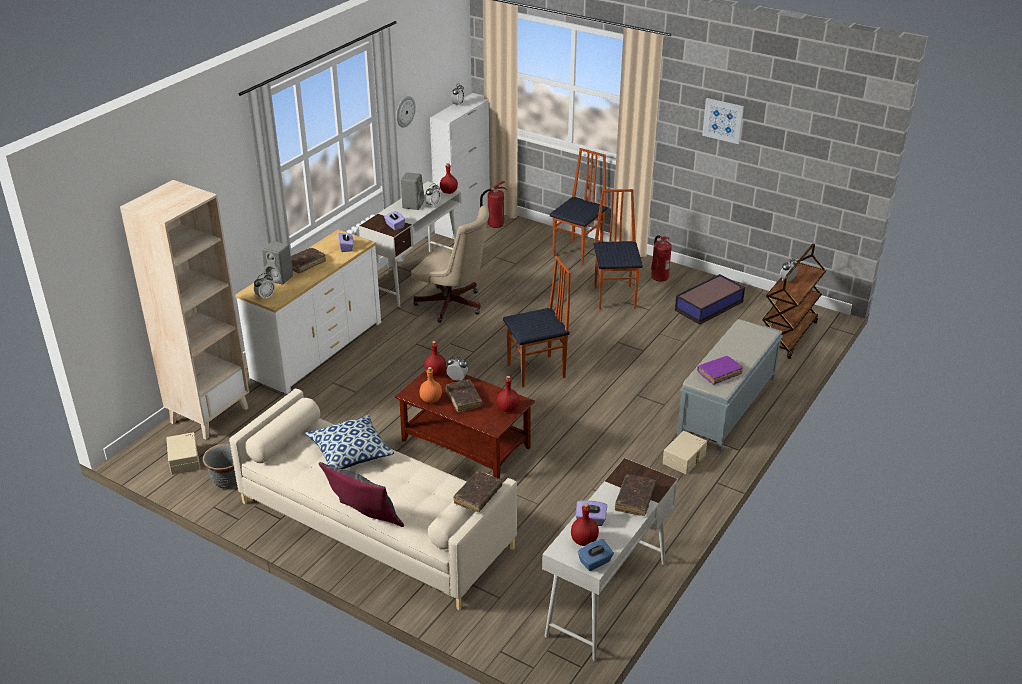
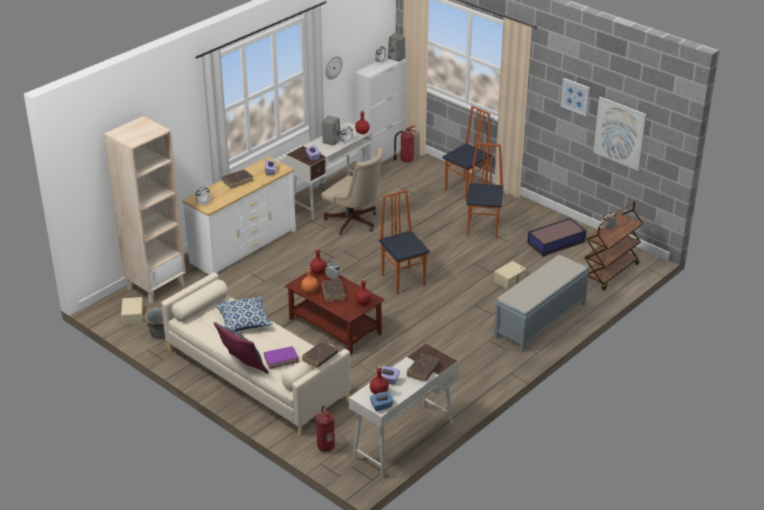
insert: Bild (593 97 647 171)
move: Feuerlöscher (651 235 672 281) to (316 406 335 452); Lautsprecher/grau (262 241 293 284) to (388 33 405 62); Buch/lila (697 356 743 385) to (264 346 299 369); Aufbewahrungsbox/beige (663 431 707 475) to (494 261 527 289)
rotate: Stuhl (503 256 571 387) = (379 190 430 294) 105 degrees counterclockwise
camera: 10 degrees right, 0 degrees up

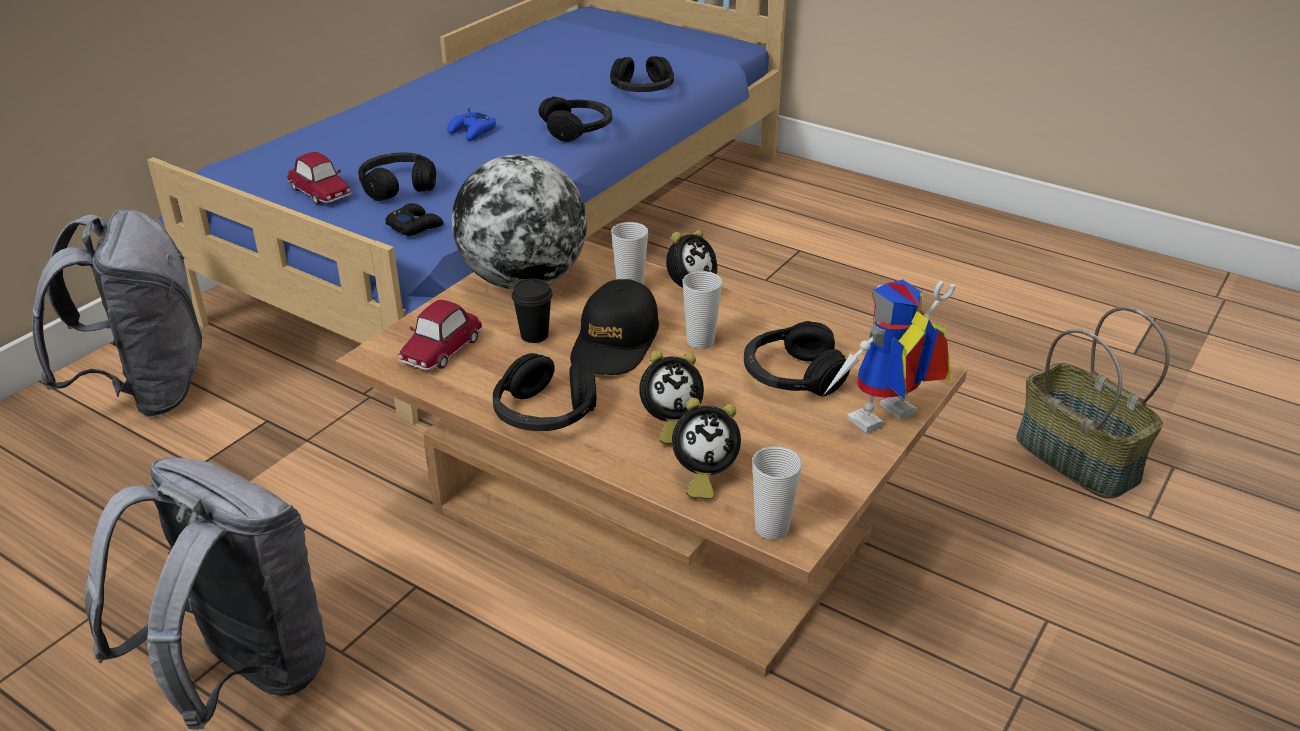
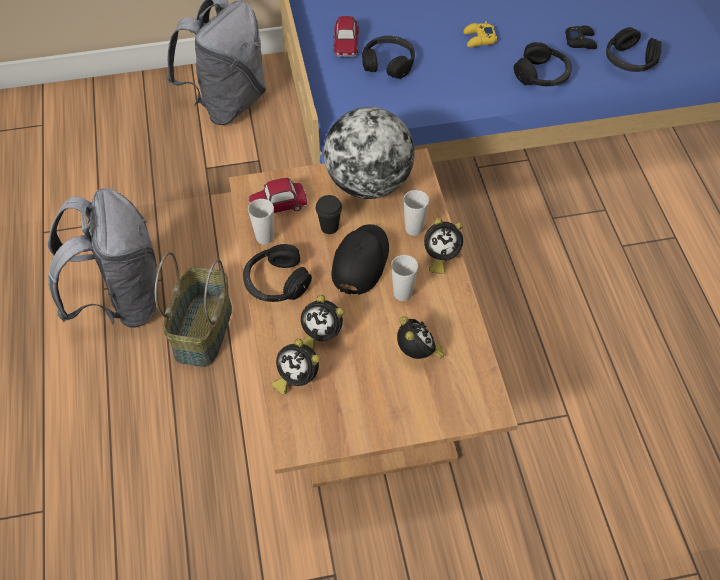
delete: Spielzeugroboter (824 279 956 434)
move: Gamepad/schwarz (385 203 444 236) to (565 25 597 49); Korb (1016 307 1170 498) to (155 252 232 367); Tasse (753 446 802 540) to (248 199 274 245)
replace: Kopfhörer/schwarz (744 321 850 396) to Wecker (397 316 444 359)
recolor: Gamepad/blau (447 108 496 141) to Gamepad/gelb (463 21 497 47)
rotate: Kappe/schwarz (570 279 659 375) = (331 224 389 295) 135 degrees clockwise
camera: 45 degrees right, 20 degrees up

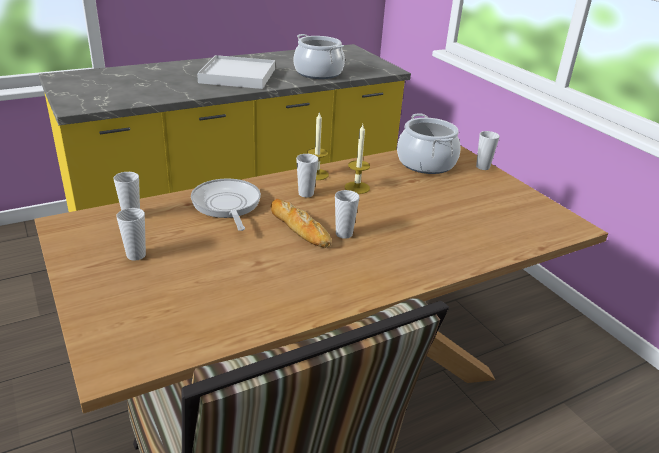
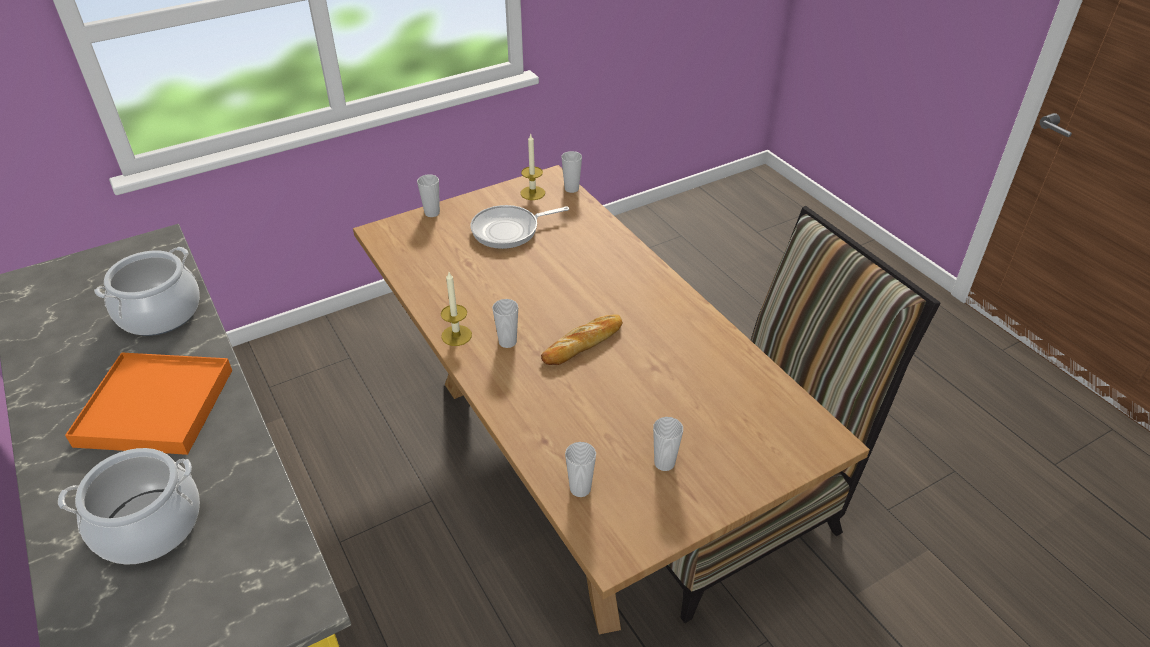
move: Kochtopf (397 114 460 174) to (58 448 200 565); Kerze (345 124 370 194) to (520 134 545 200); Pfanne (191 179 261 231) to (471 205 569 249); Tasse (335 190 359 239) to (561 151 582 193)
recolor: Tablett/weiß (197 55 275 89) to Tablett/orange (65 353 232 455)
camera: 90 degrees left, 10 degrees up

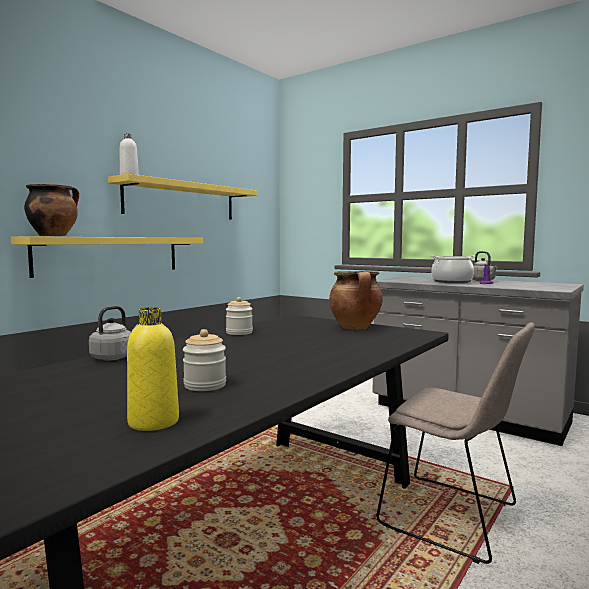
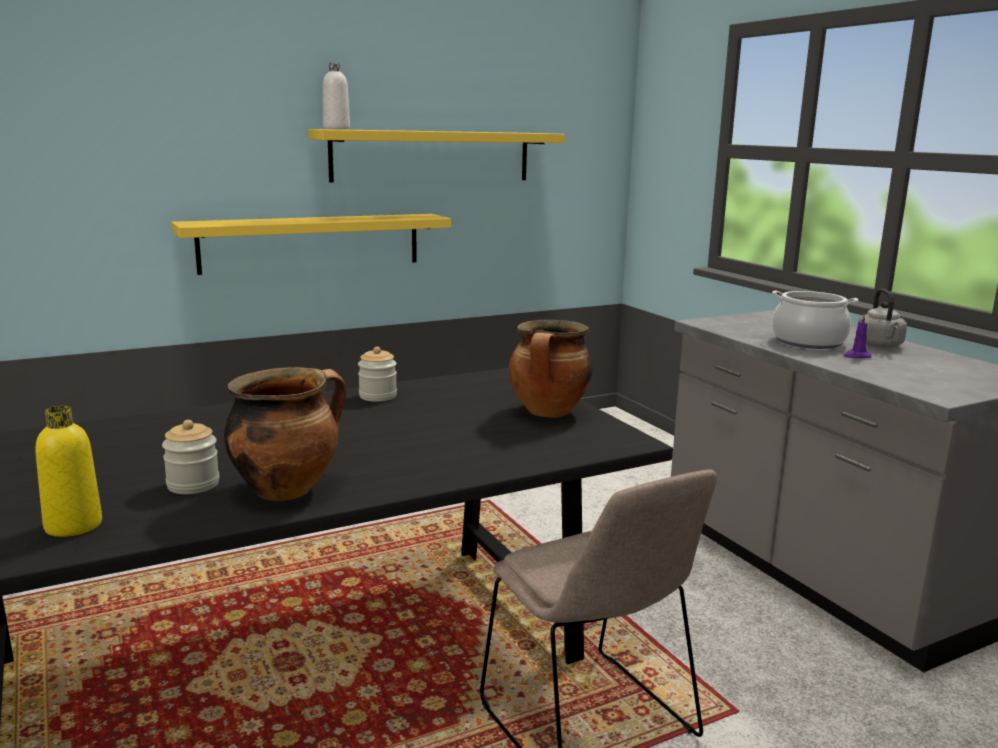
delete: Wasserkessel/grau (89 306 139 360)
move: Kochtopf (24 184 79 236) to (224 367 347 501)
camera: 25 degrees right, 10 degrees up

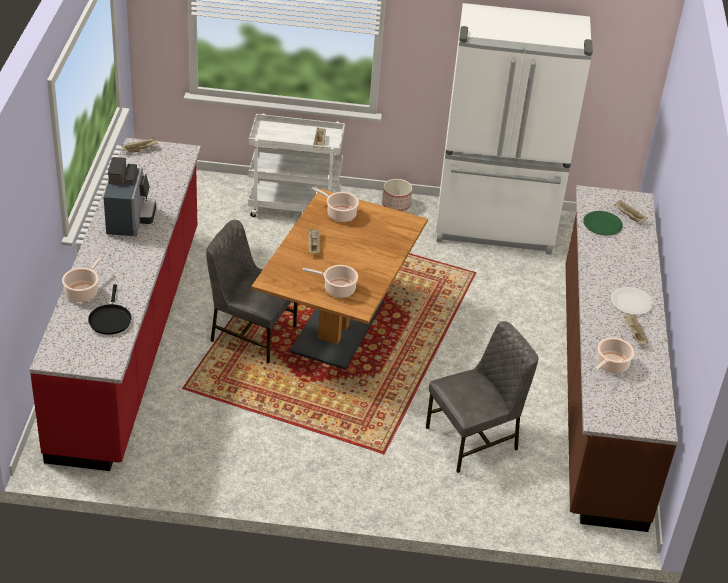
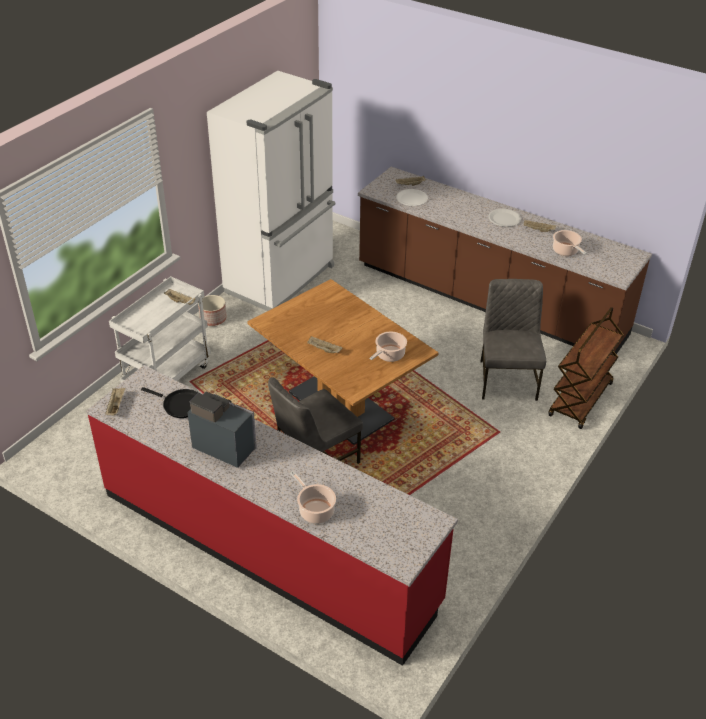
delete: Kochtopf (311 187 359 222)
insert: Rollwagen/braun (548 307 624 429)
move: Pfanne/schwarz (88 284 131 335) to (141 387 199 418)
recolor: Teller/grün (583 211 623 236) to Teller/weiß (396 189 428 206)
camera: 60 degrees left, 0 degrees up

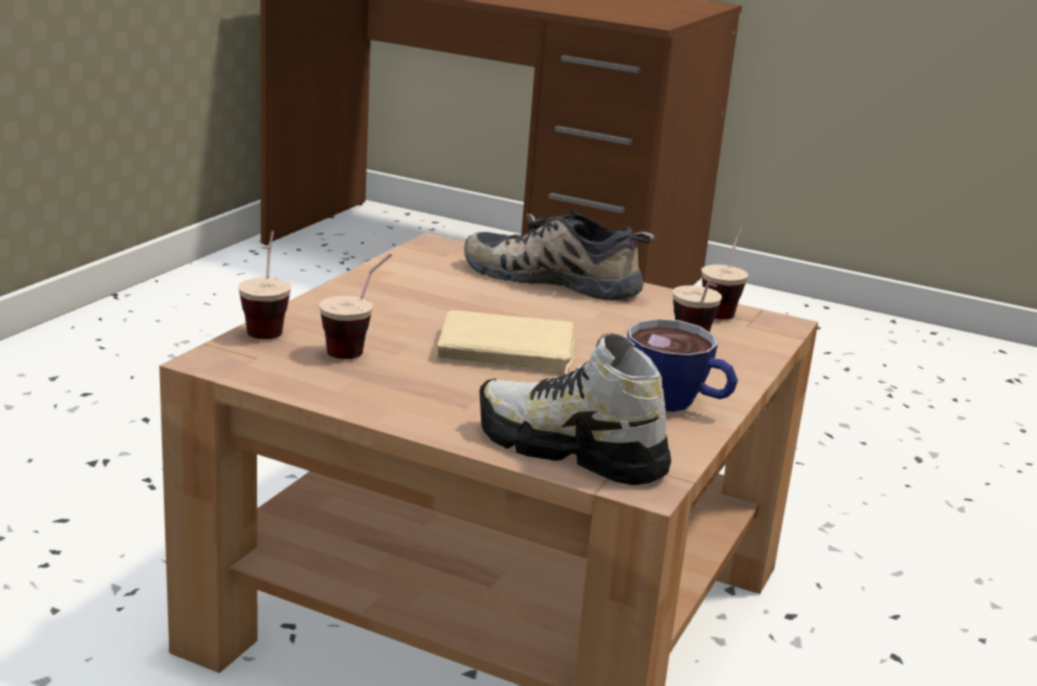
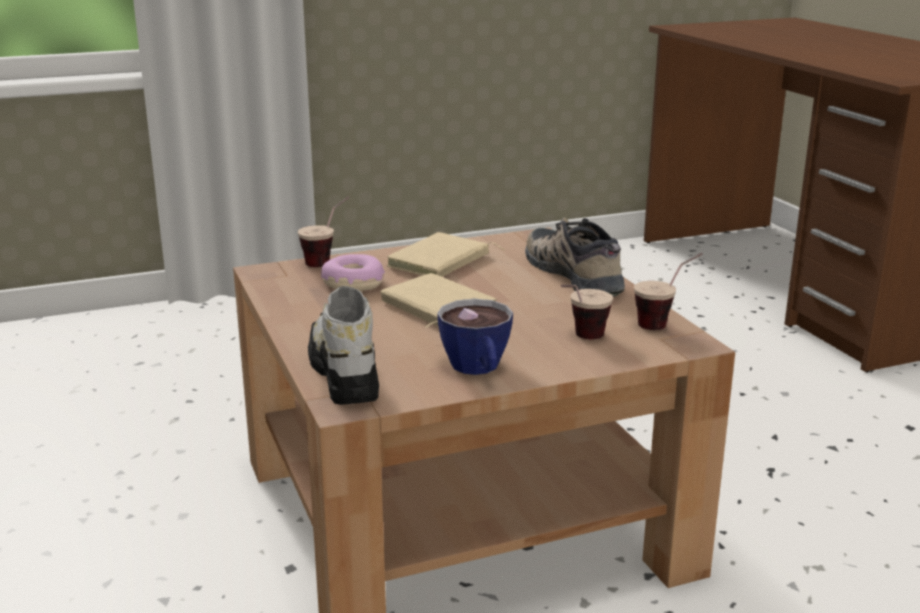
insert: Buch/beige (387 232 505 277)
replace: Tasse (319 254 392 359) to Donut (321 254 385 291)
camera: 45 degrees right, 0 degrees up

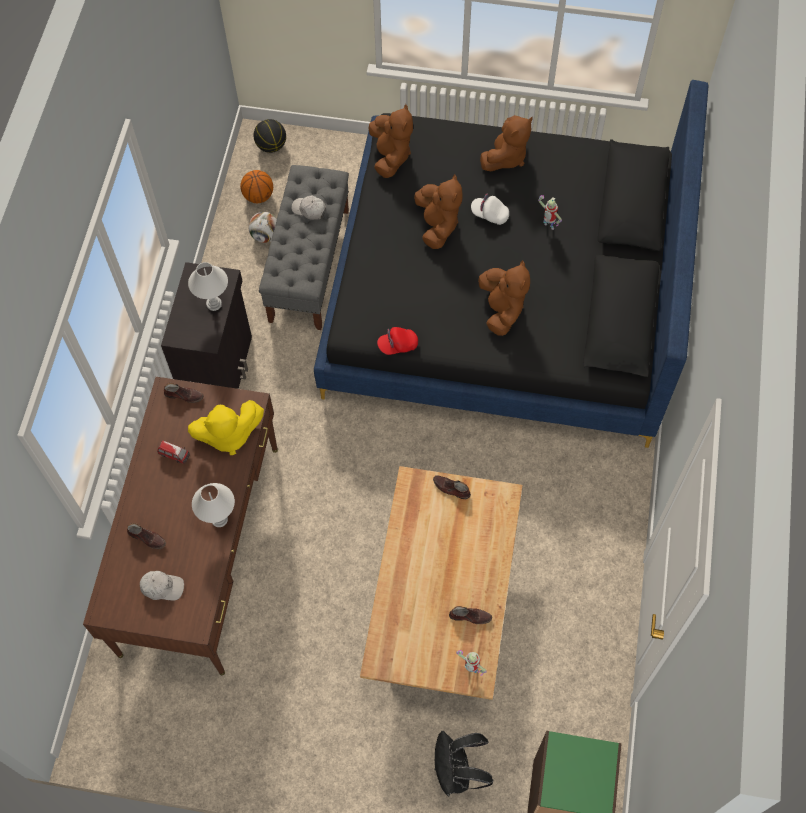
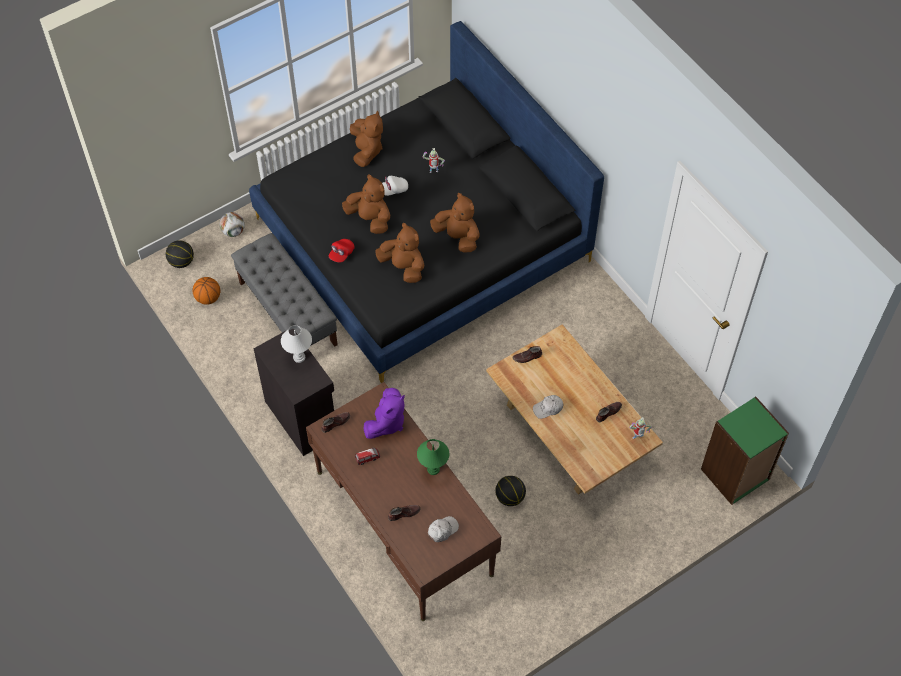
delete: Rucksack/schwarz (434 731 493 797)
insert: Basketball (495 476 526 506)
move: Plüschtier/braun (369 104 413 178) to (375 223 424 283); Kappe/weiß (291 195 326 220) to (533 395 563 419); Fußball (248 212 277 243) to (219 212 245 237); Kappe/rot (377 327 418 355) to (329 239 354 262)
recolor: Plüschtier/gelb (188 400 264 455) to Plüschtier/lila (364 388 405 439); Tischlampe/weiß (192 483 235 527) to Tischlampe/grün (417 439 449 475)
camera: 45 degrees left, 5 degrees down

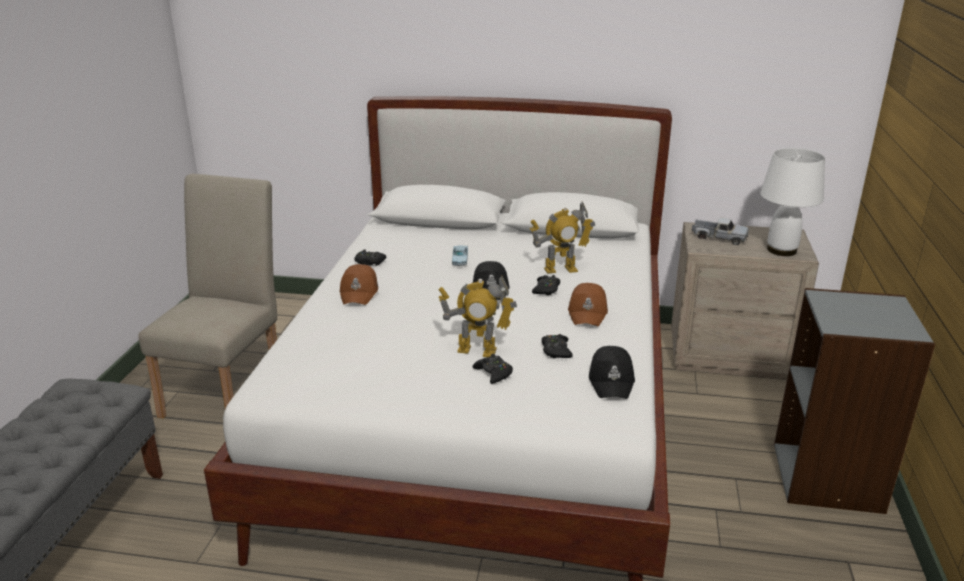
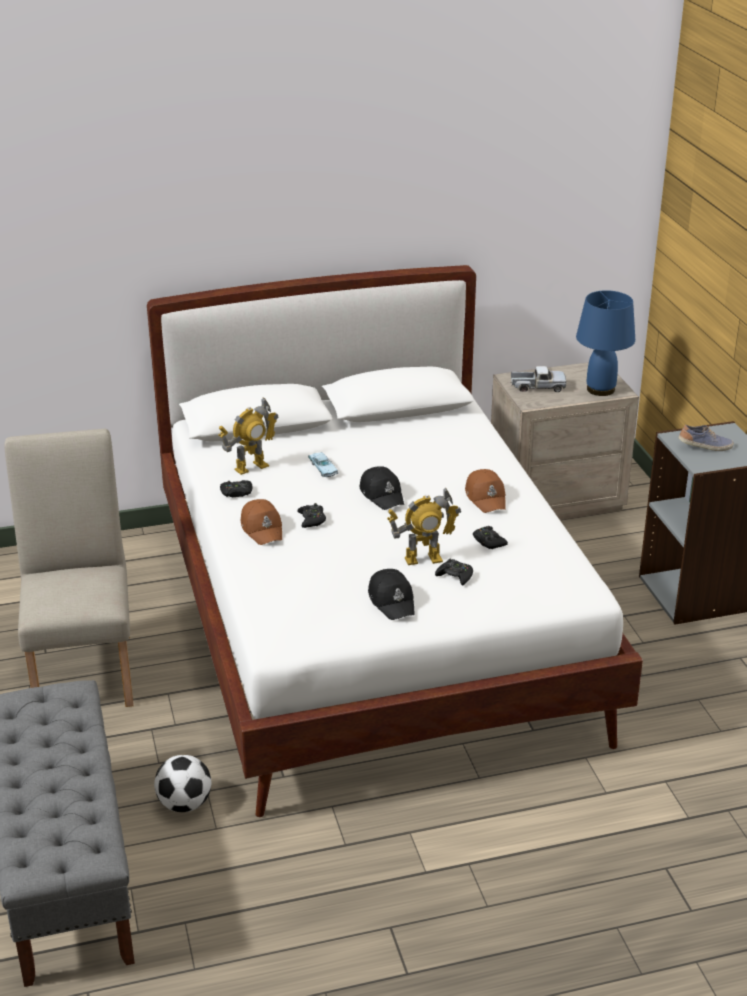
insert: Schuh (678 425 734 451); Fußball (154 755 211 812)
move: Spielzeugroboter (530 202 595 274) to (218 397 279 475); Gamepad/schwarz (532 275 560 295) to (297 503 326 528); Kappe/schwarz (589 346 635 399) to (368 569 415 620)
recolor: Tischlampe/weiß (760 148 825 256) to Tischlampe/blau (576 290 635 396)
camera: 25 degrees left, 5 degrees up

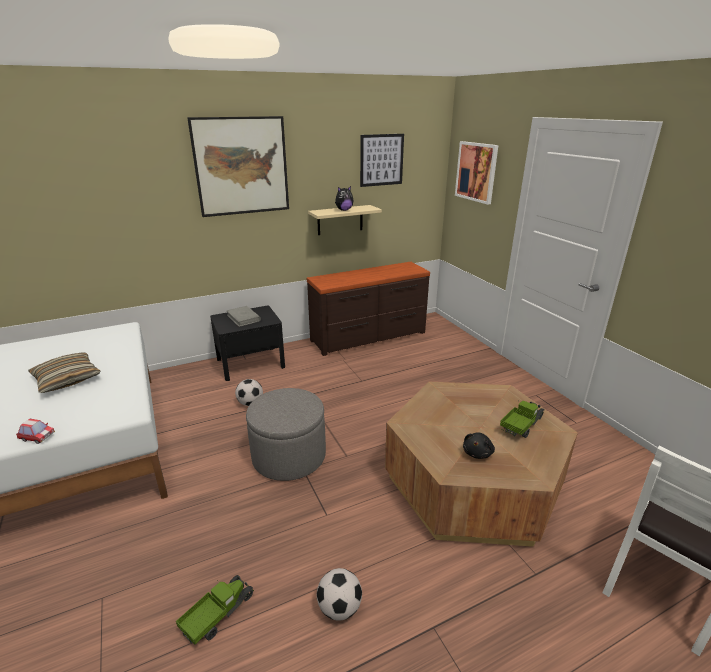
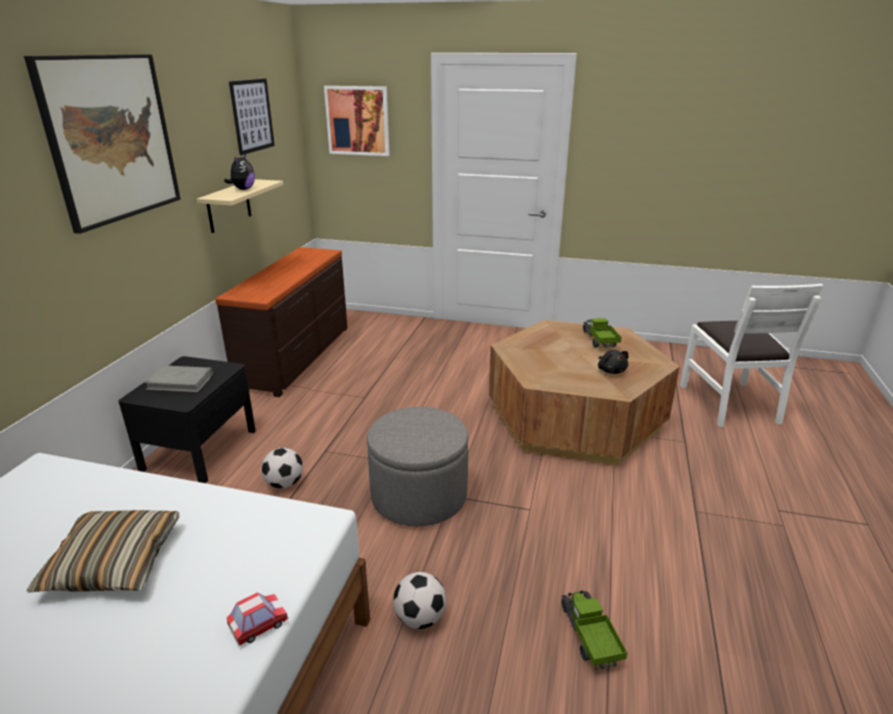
move: Fußball (317 568 362 621) to (393 572 446 629)
camera: 50 degrees left, 0 degrees up

